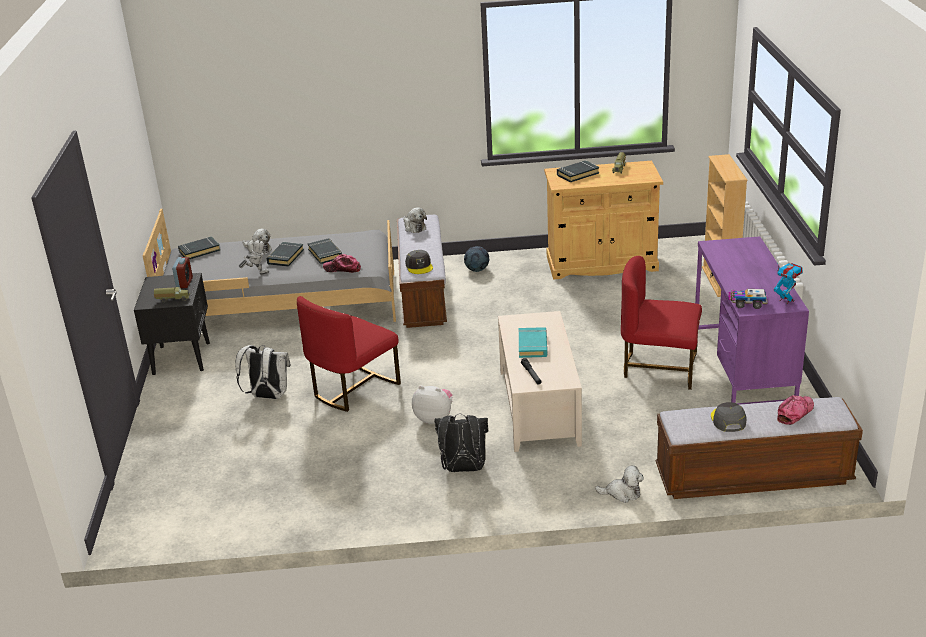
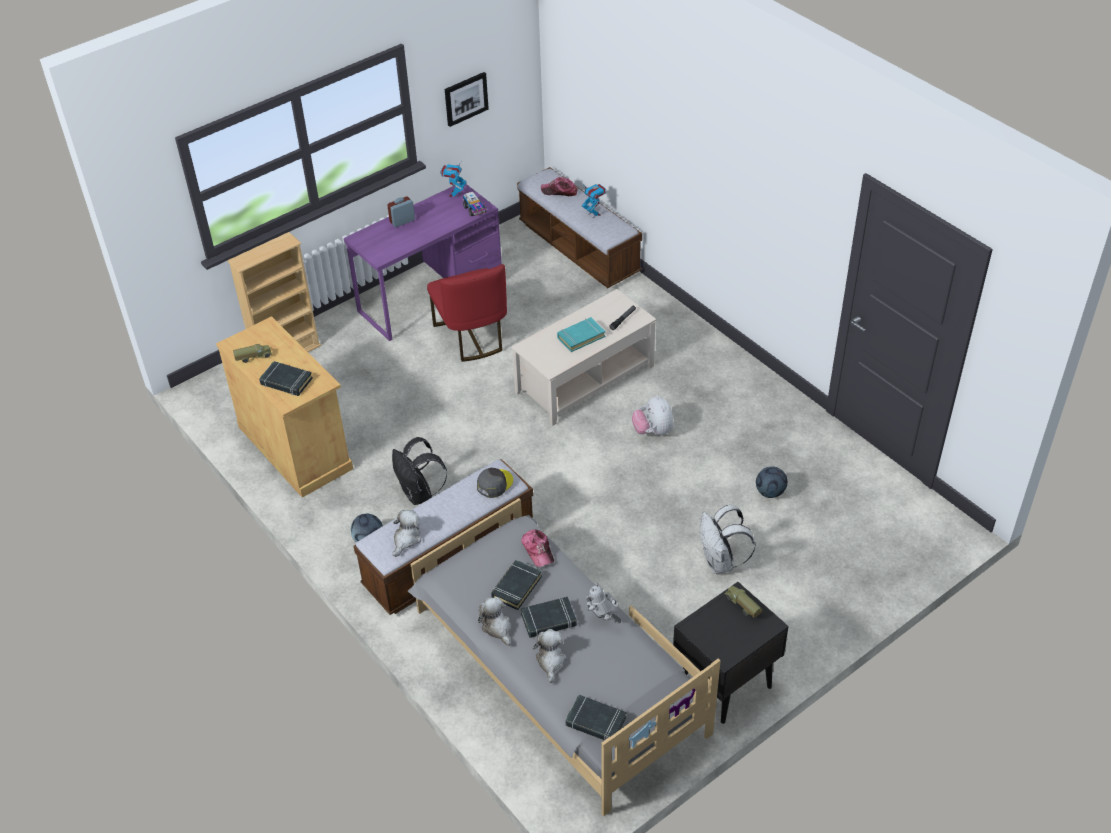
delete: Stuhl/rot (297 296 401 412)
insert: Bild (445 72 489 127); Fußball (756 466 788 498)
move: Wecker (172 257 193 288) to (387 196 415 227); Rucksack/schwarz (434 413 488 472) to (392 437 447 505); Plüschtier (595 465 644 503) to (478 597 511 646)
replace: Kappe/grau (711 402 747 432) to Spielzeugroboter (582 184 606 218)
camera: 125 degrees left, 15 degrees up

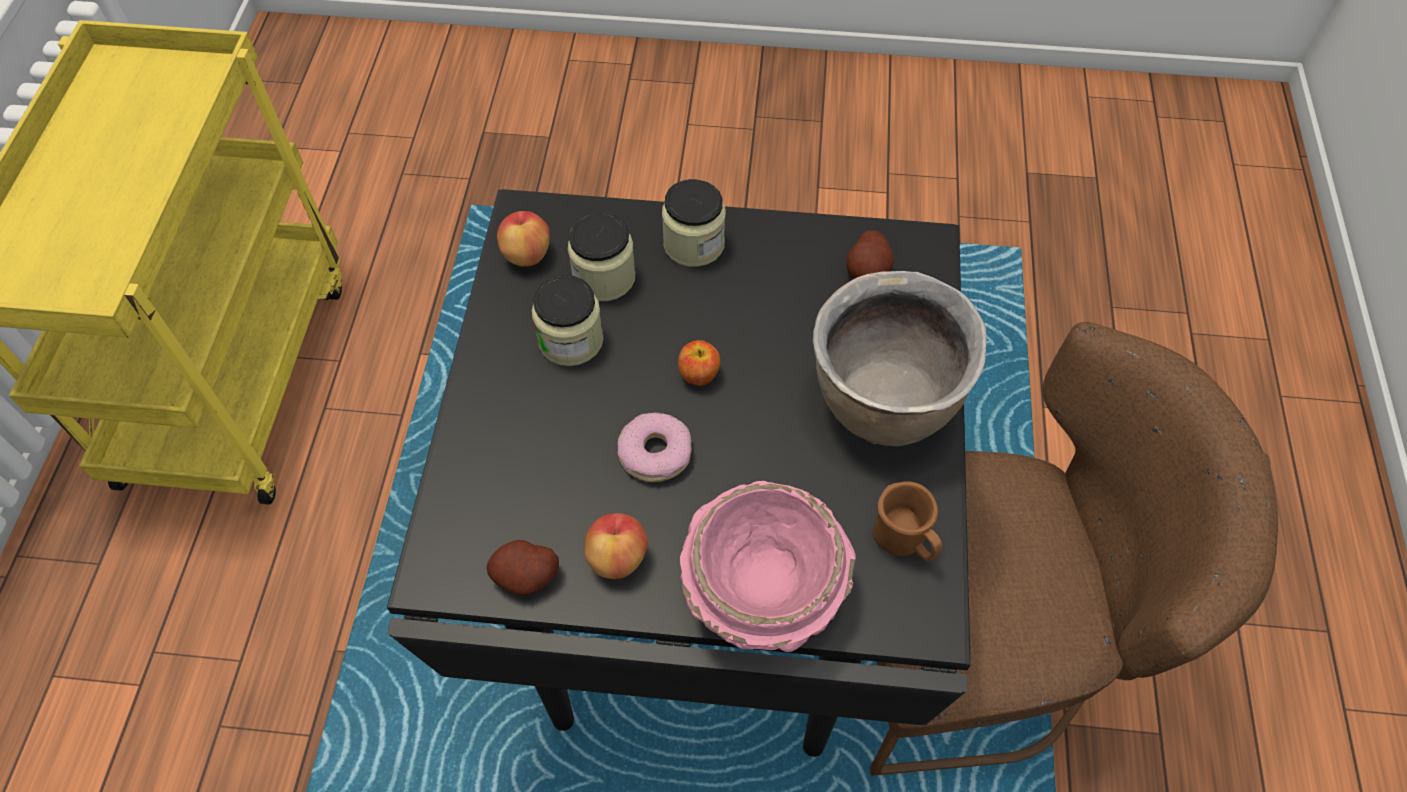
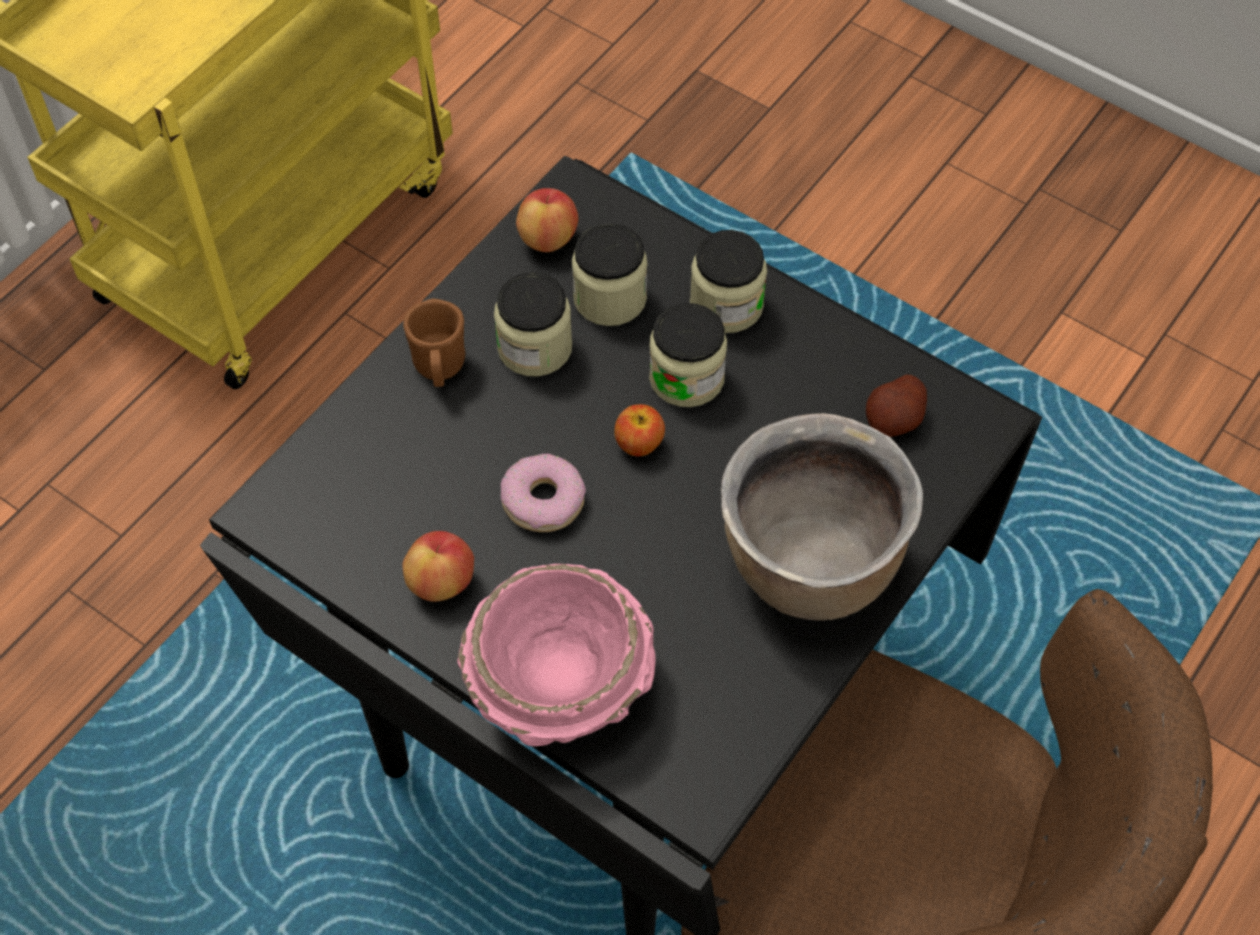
delete: Kartoffel (487 540 559 595)
insert: Vorratsglas (649 303 727 407)
move: Henkelbecher/braun (873 481 942 562) to (403 298 465 387)
camera: 30 degrees right, 0 degrees up

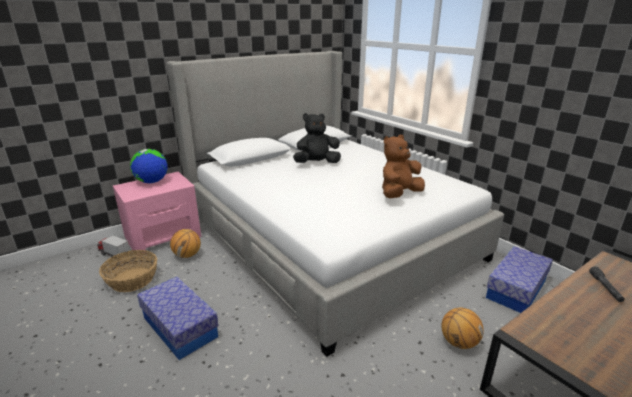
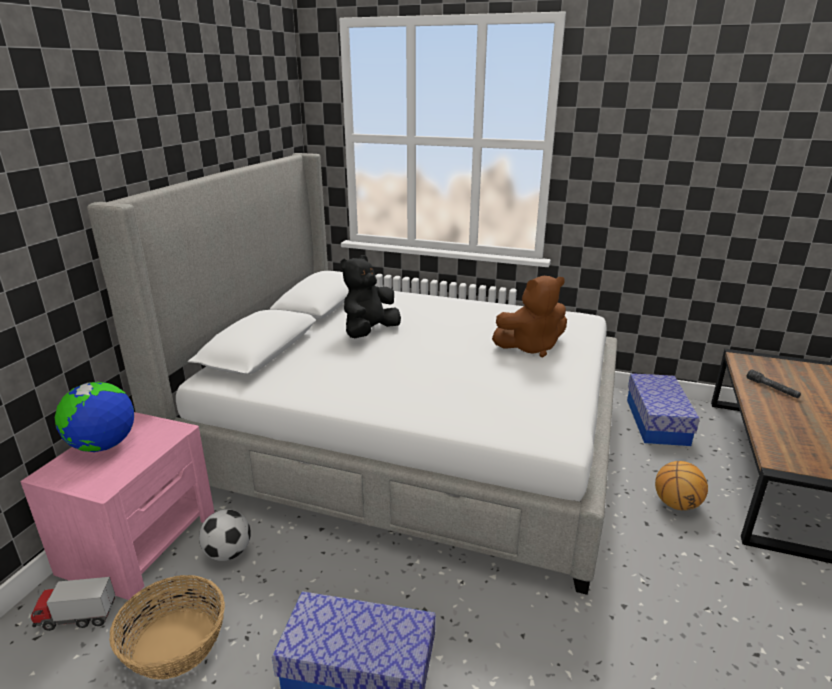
replace: Basketball (170 229 201 258) to Fußball (199 509 251 561)
rotate: Plüschtier/braun (382 134 425 198) = (492 276 567 357) 120 degrees counterclockwise
camera: 35 degrees left, 0 degrees up

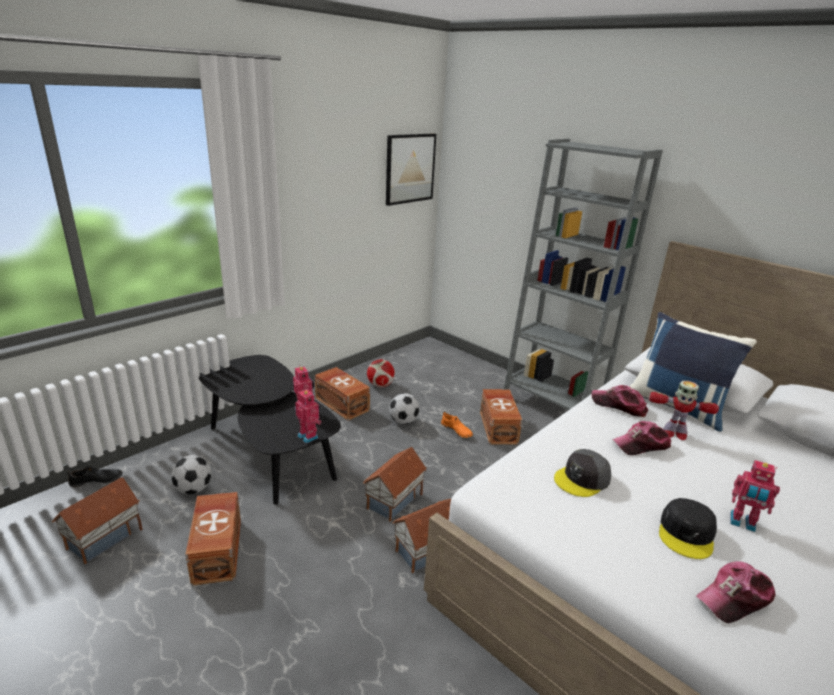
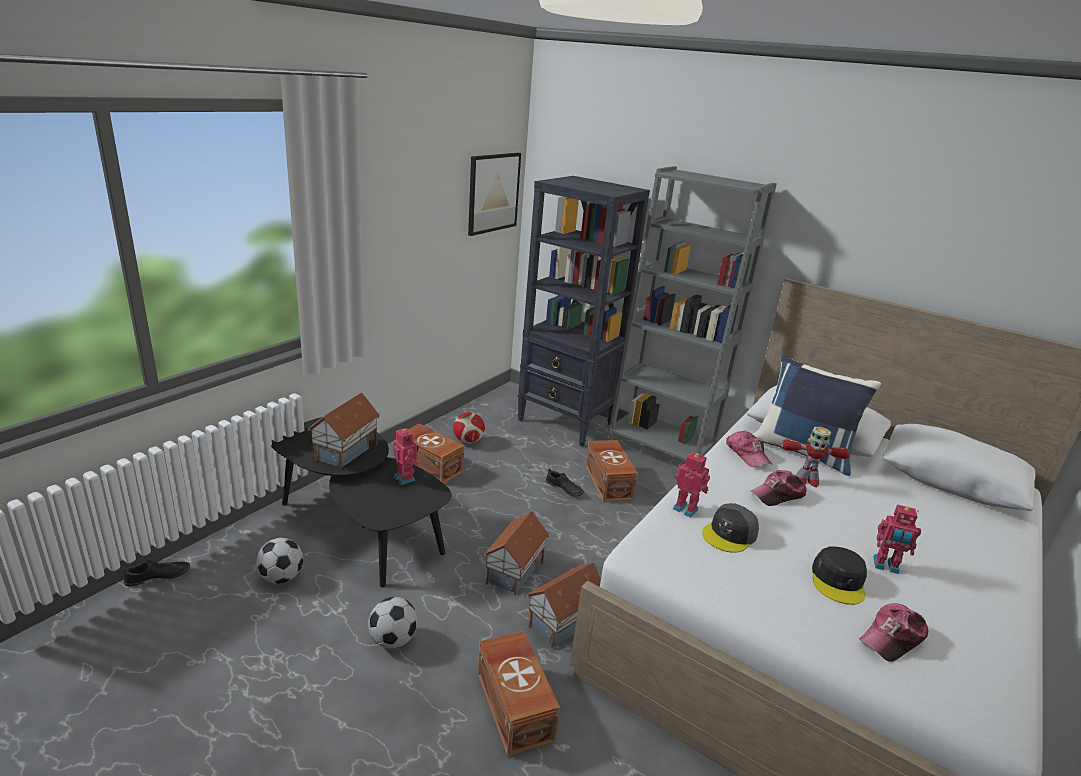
insert: Bücherregal/schwarz (517 176 650 447)
move: Spielzeugroboter (295 389 321 443) to (673 451 710 518); Fußball (389 393 419 424) to (368 597 417 649); Spielzeughaus (52 477 143 564) to (308 393 380 469); Aufbewahrungsbox/braun (185 492 241 586) to (478 631 560 757)
recolor: Schuh/orange (441 411 473 438) to Schuh/schwarz (546 468 584 496)
rotate: Kappe (592 385 648 417) = (726 431 772 467) 135 degrees counterclockwise
camera: 10 degrees left, 0 degrees up

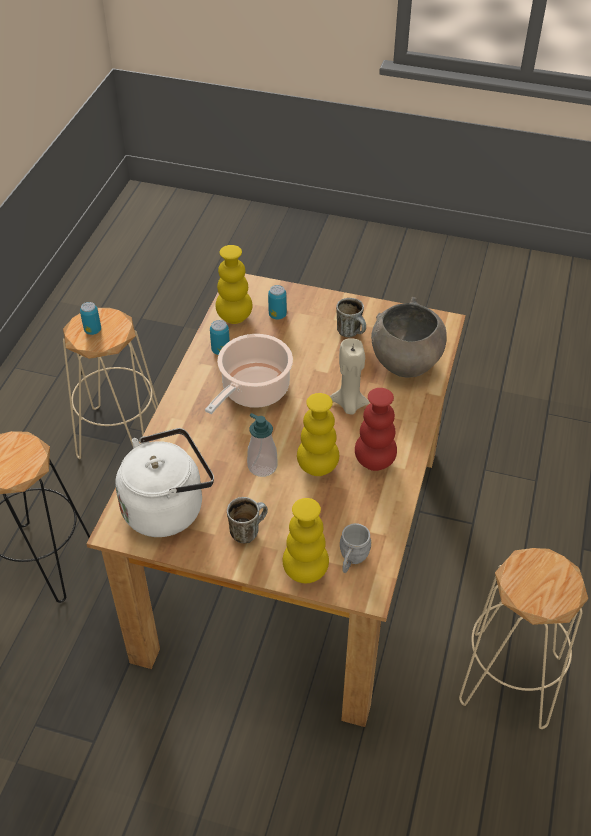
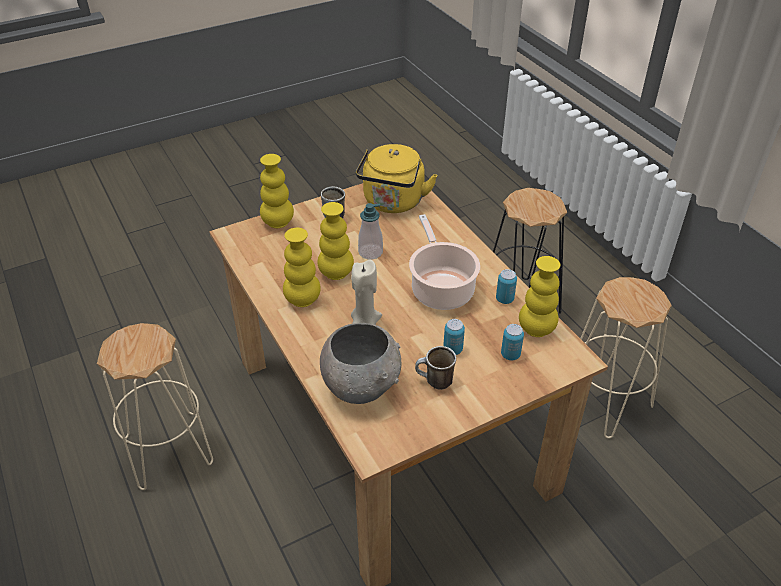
delete: Henkelbecher/grau (340 523 372 573)
move: Dose (80 302 101 335) to (443 319 465 355)
recolor: Vase/rot (355 388 397 471) to Vase/gelb (283 228 321 307); Wasserkessel/weiß (115 428 214 537) to Wasserkessel/gelb (356 144 437 213)
camera: 135 degrees right, 5 degrees down

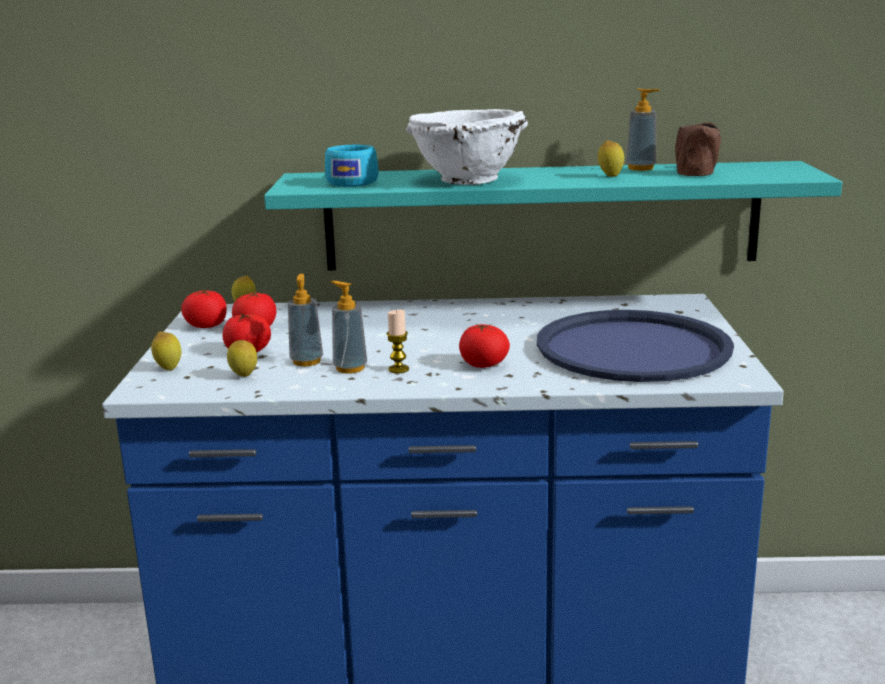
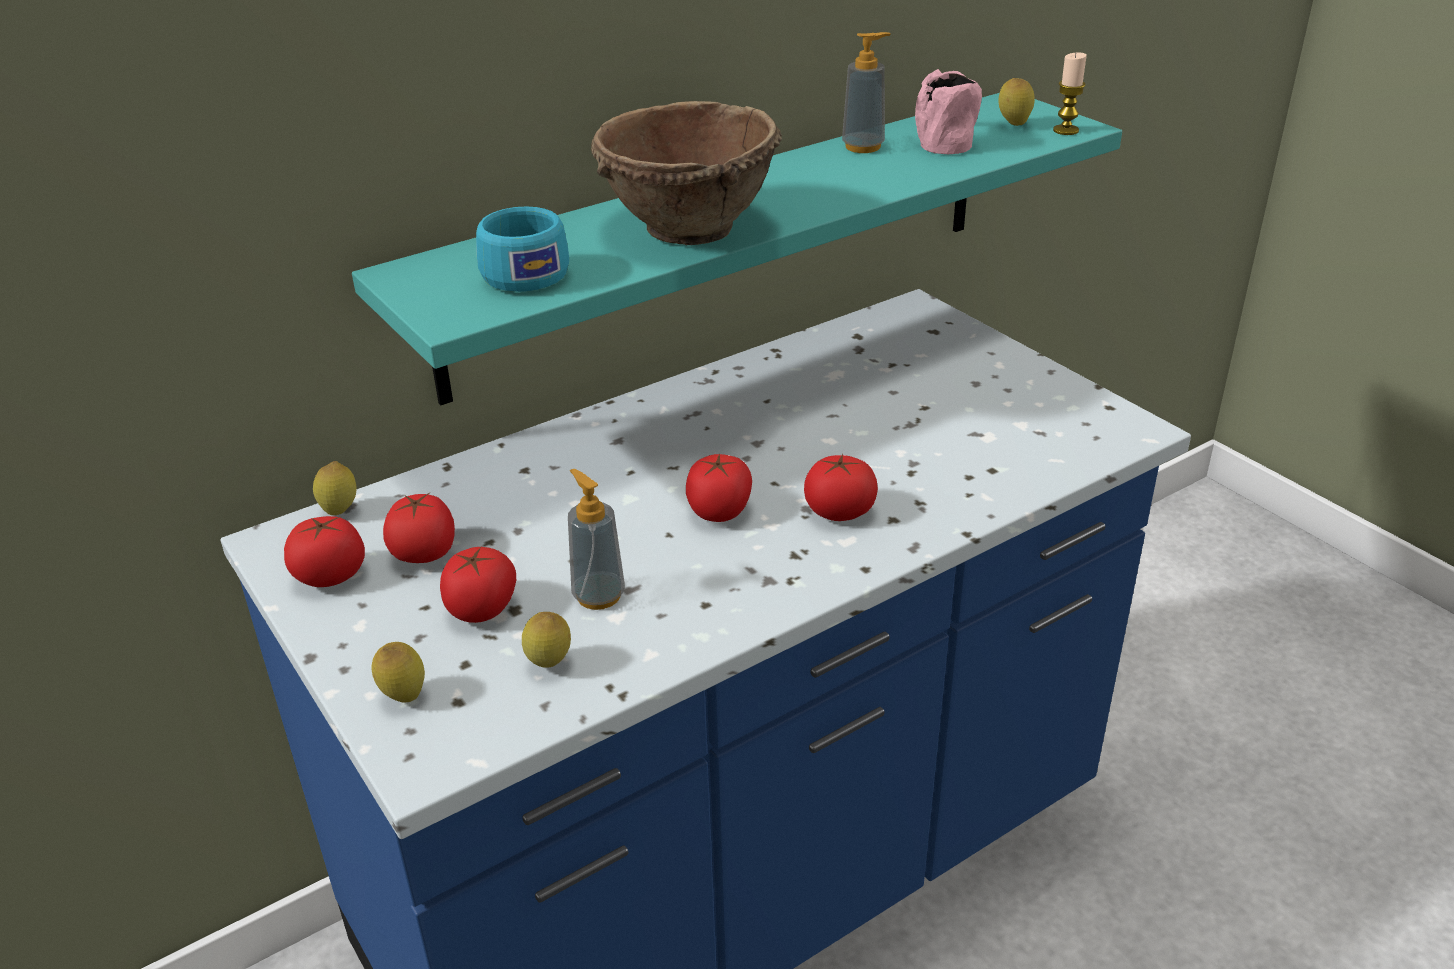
delete: Seifenspender (330 281 367 374); Tablett/blau (537 310 734 382)
insert: Tomate (686 454 752 522)
move: Zitrone (598 140 624 177) to (998 78 1035 126); Kerze (387 310 409 373) to (1053 52 1087 135)
recolor: Schüssel/weiß (406 109 528 185) to Schüssel/braun (591 101 782 245); Henkelbecher/braun (675 122 721 176) to Henkelbecher/rosa (915 69 982 154)
camera: 35 degrees left, 15 degrees up

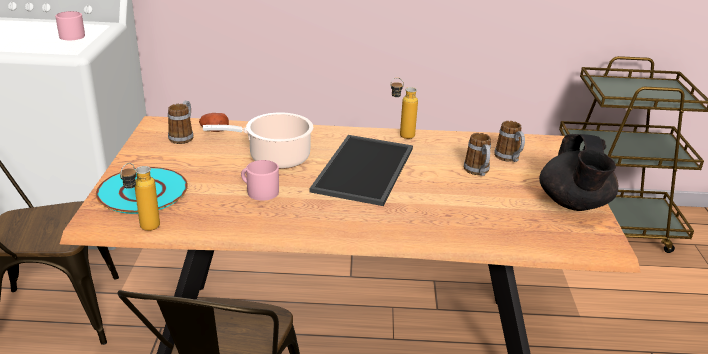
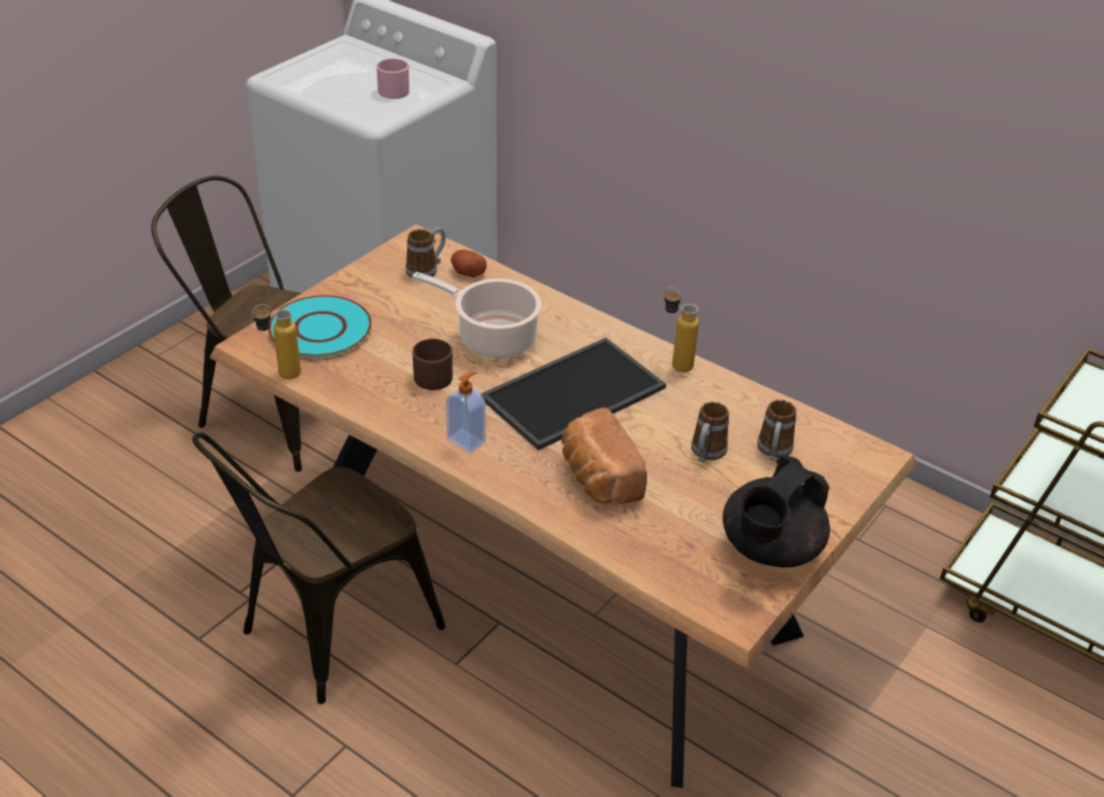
insert: Seifenspender (446 371 486 453); Brot (561 407 647 504)
recolor: Henkelbecher/rosa (241 160 279 201) to Henkelbecher/braun (413 339 453 390)
camera: 35 degrees right, 10 degrees up

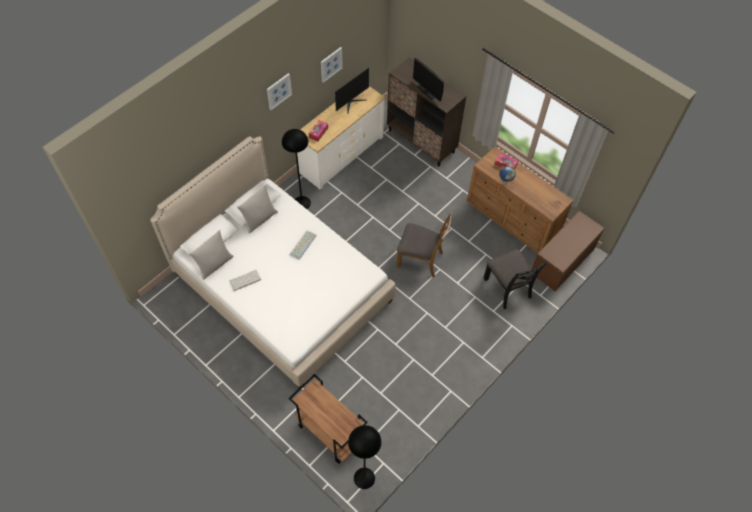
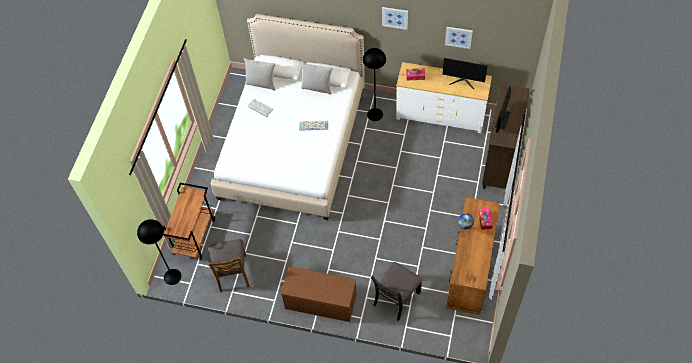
move: Bank/braun (532 211 604 291) to (281 266 357 322); Stuhl/braun (397 212 453 277) to (208 239 249 292)
camera: 65 degrees right, 0 degrees up

